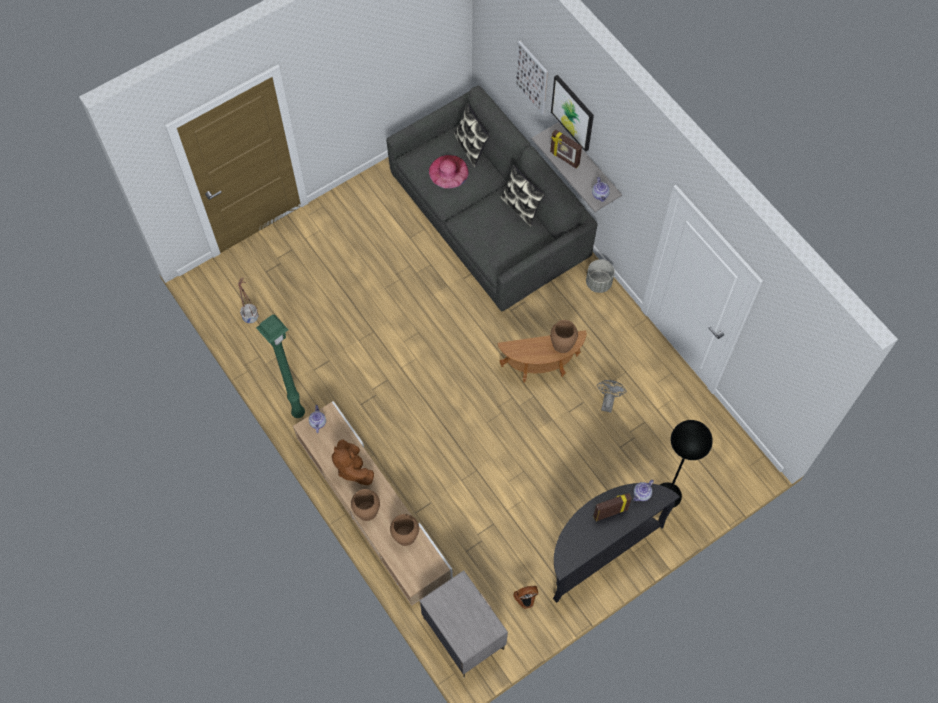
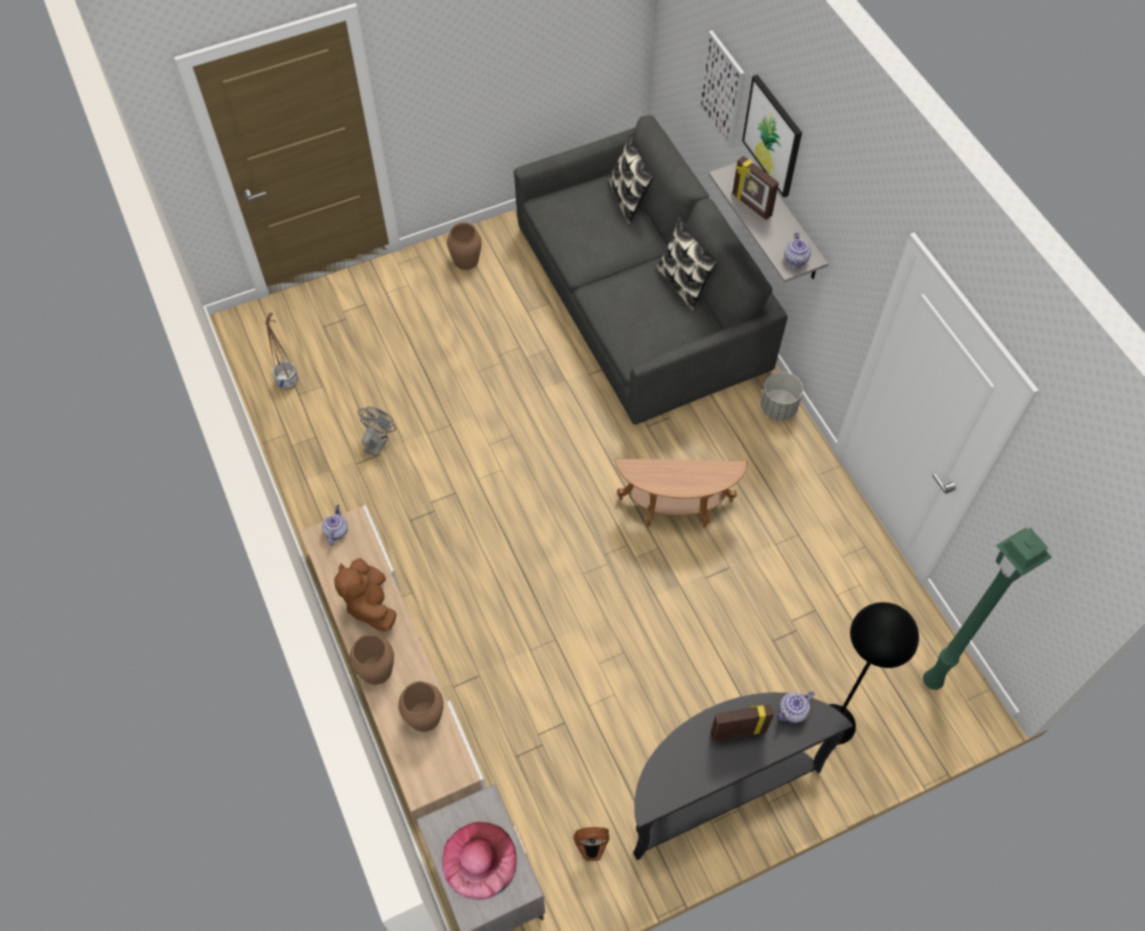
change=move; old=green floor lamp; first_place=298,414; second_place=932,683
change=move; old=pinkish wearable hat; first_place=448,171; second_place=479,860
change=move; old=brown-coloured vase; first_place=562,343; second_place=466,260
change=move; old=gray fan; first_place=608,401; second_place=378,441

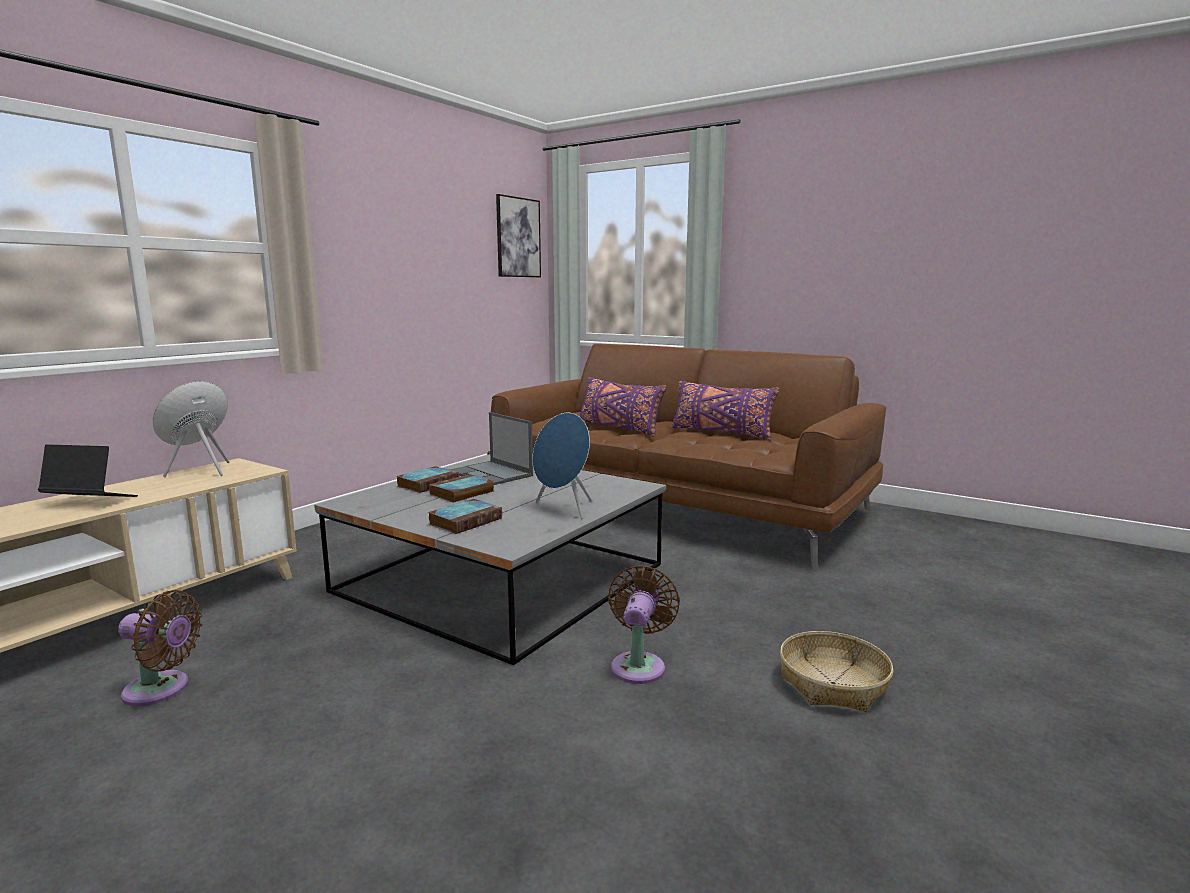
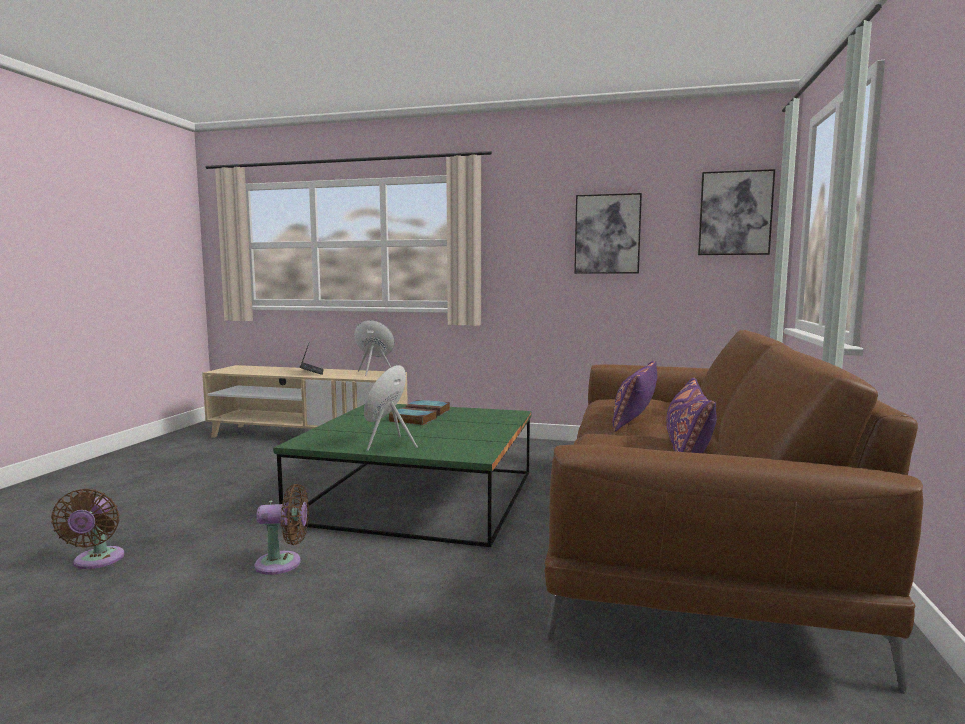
change=delete; old=bound book; first_place=466,521
change=delete; old=portable computer; first_place=491,474
change=delete; old=storage basket; first_place=833,683
change=insert; new=wall art; second_place=607,234
change=move; old=brown-coloured fan; first_place=161,690; second_place=96,561
change=recolor; old=gray low table; new=green low table; first_place=501,577; second_place=418,496

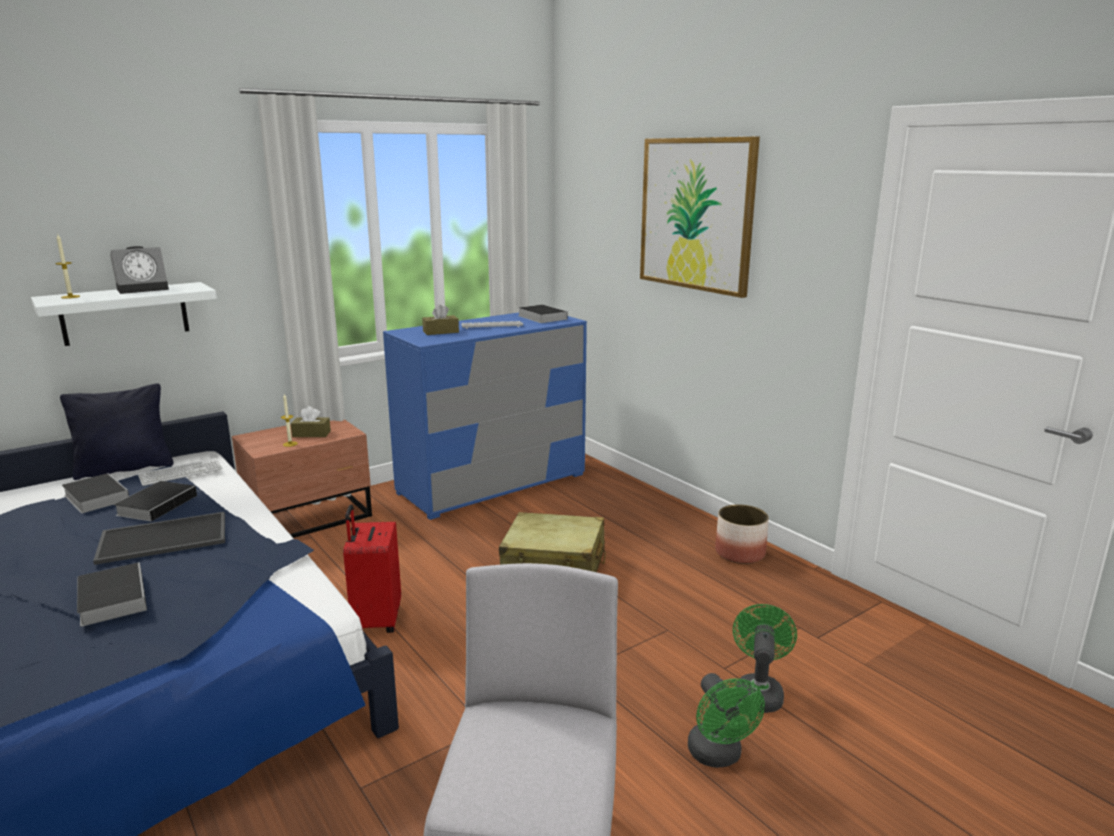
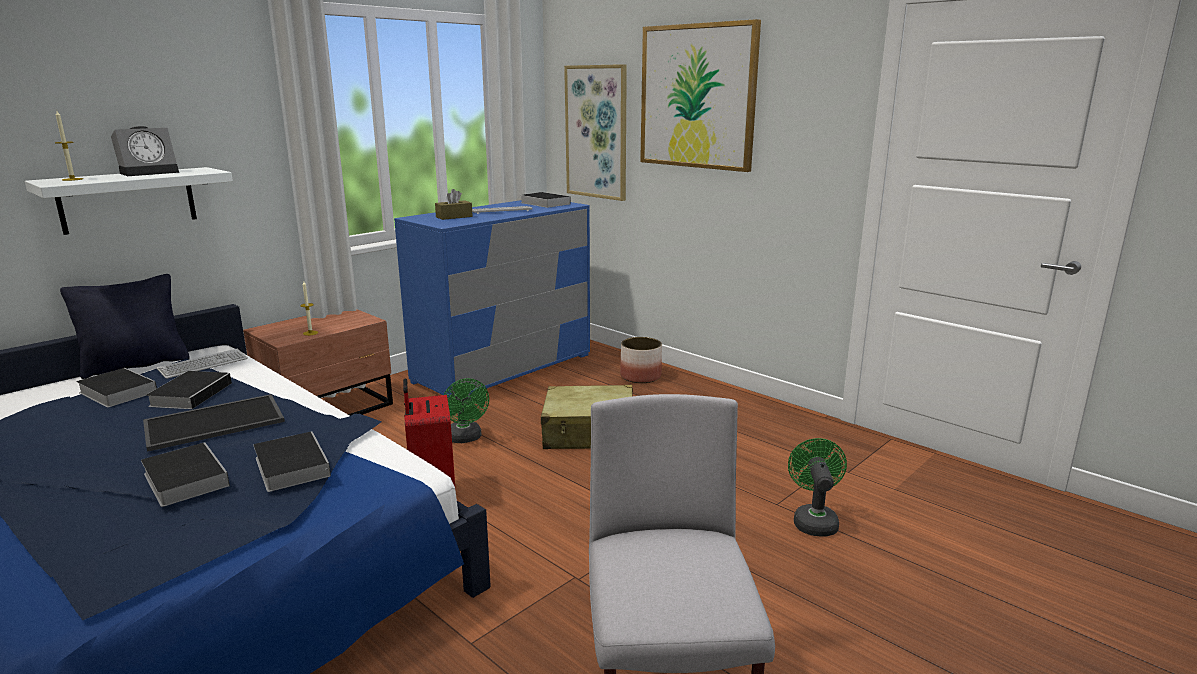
change=delete; old=brown-coloured tissue box; first_place=311,434
change=insert; new=bound book; second_place=291,465
change=insert; new=wall art; second_place=597,132
change=move; old=green fan; first_place=718,756; second_place=466,438
change=move; old=flower pot; first_place=739,553; second_place=640,376

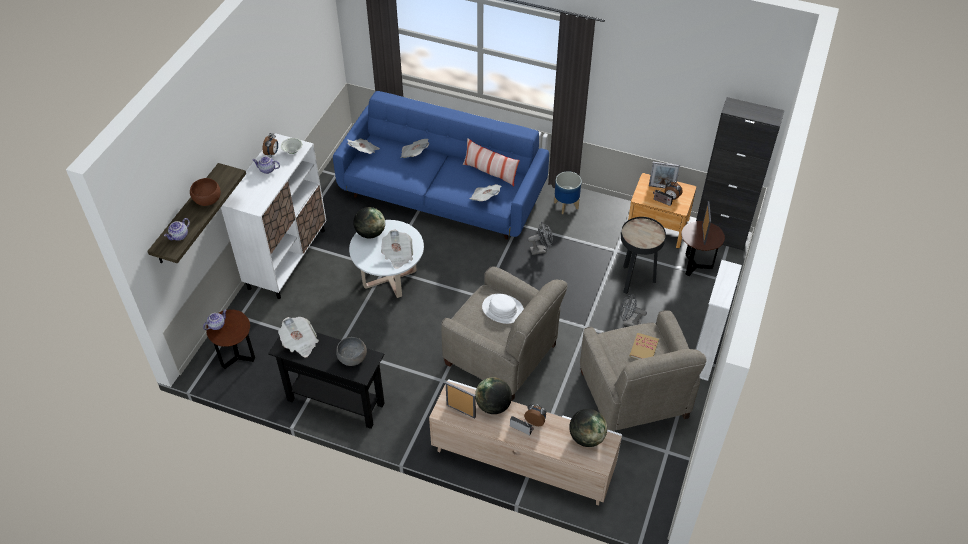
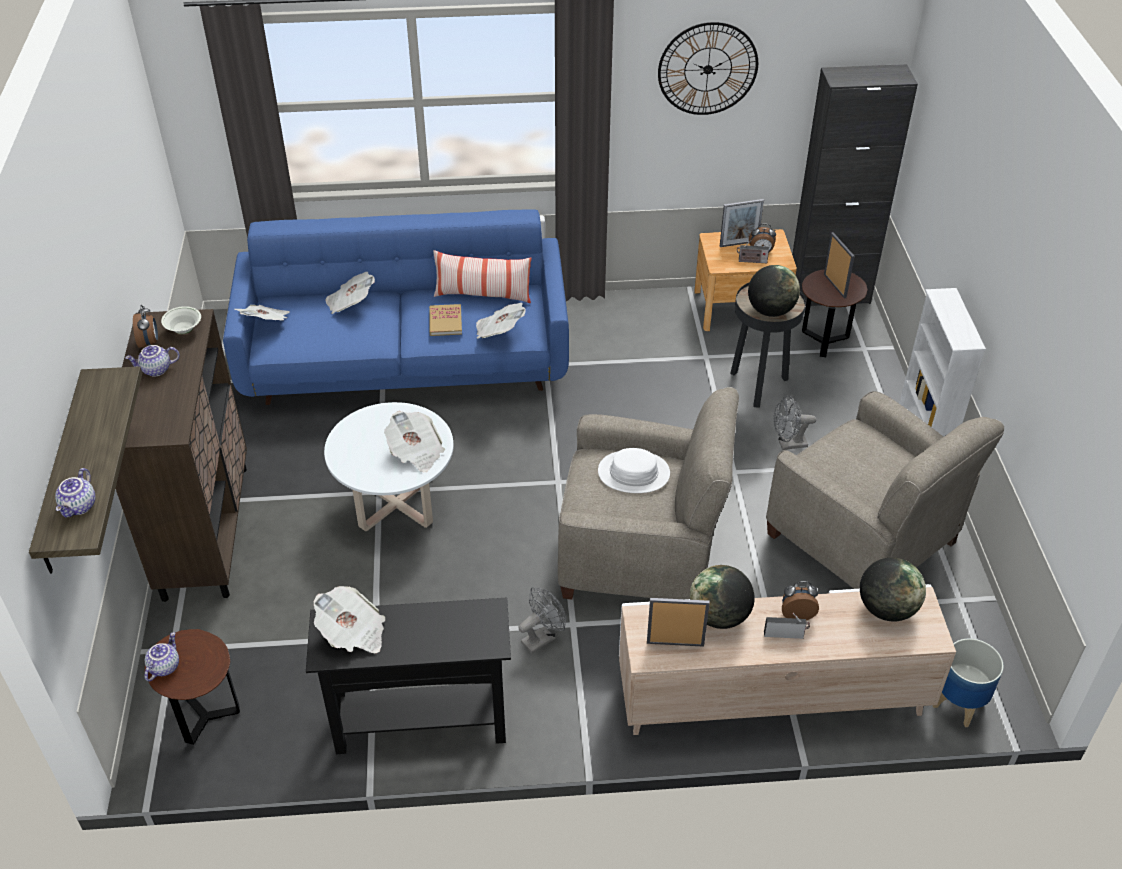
change=delete; old=brown-coloured deep dish; first_place=207,199
change=delete; old=gray deep dish; first_place=352,358
change=insert; new=hanging clock; second_place=708,69
change=move; old=globe; first_place=370,233; second_place=770,311
change=move; old=gray fan; first_place=541,250; second_place=542,637
change=move; old=flower pot; first_place=566,205; second_place=958,703
change=move; old=bound book; first_place=644,348; second_place=445,322
change=recolor; old=whitish cabinet; new=brown-coloured cabinet; first_place=287,258; second_place=206,531

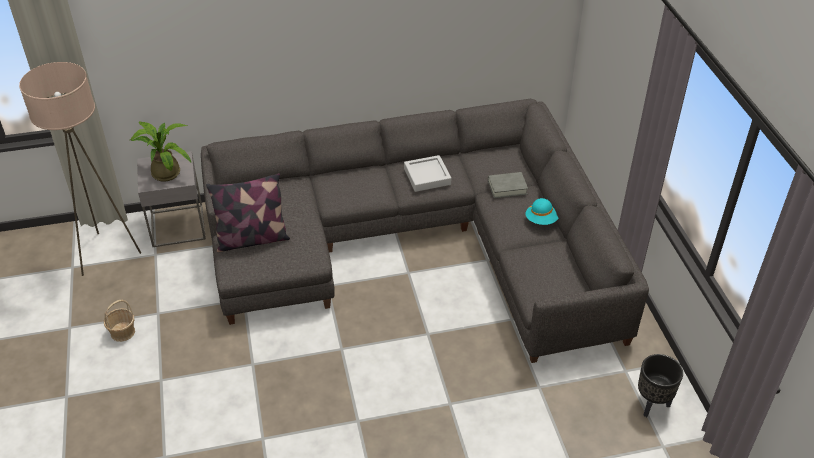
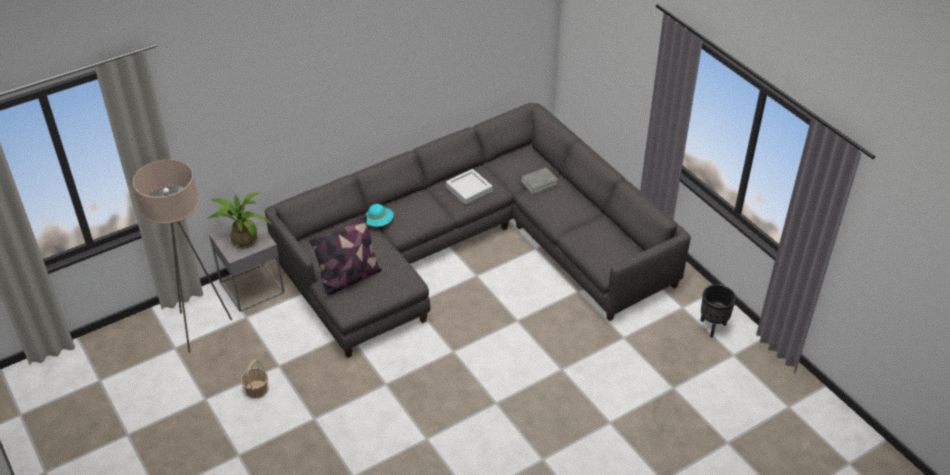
change=move; old=blue-green wearable hat; first_place=542,220; second_place=379,222

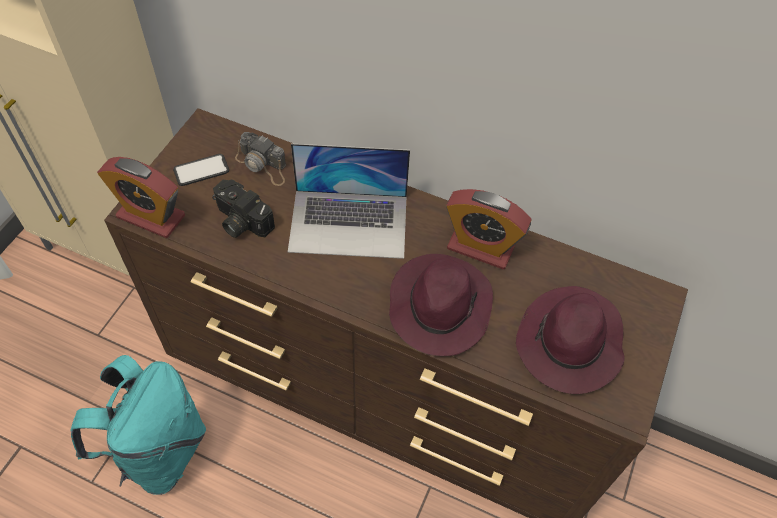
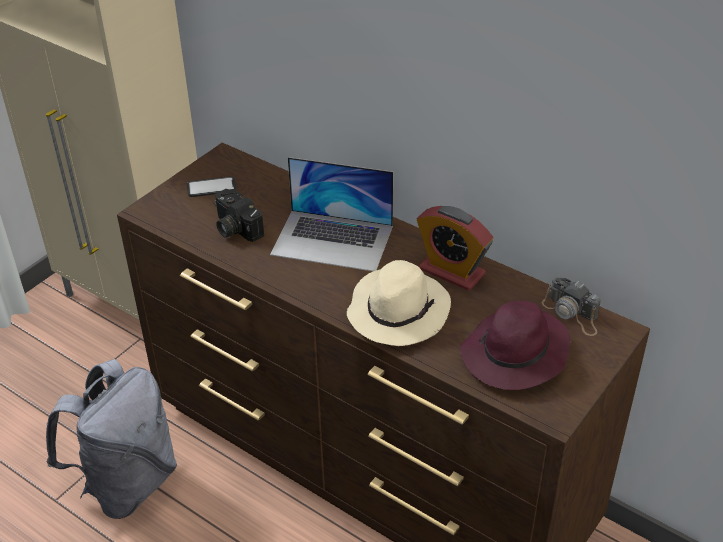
change=delete; old=alarm clock; first_place=151,216
change=move; old=still camera; first_place=263,165; second_place=572,314
change=recolor; old=blue-green backpack; new=gray backpack; first_place=159,451; second_place=127,483
change=recolor; old=purple wearable hat; new=sand-coloured wearable hat; first_place=439,306; second_place=398,311

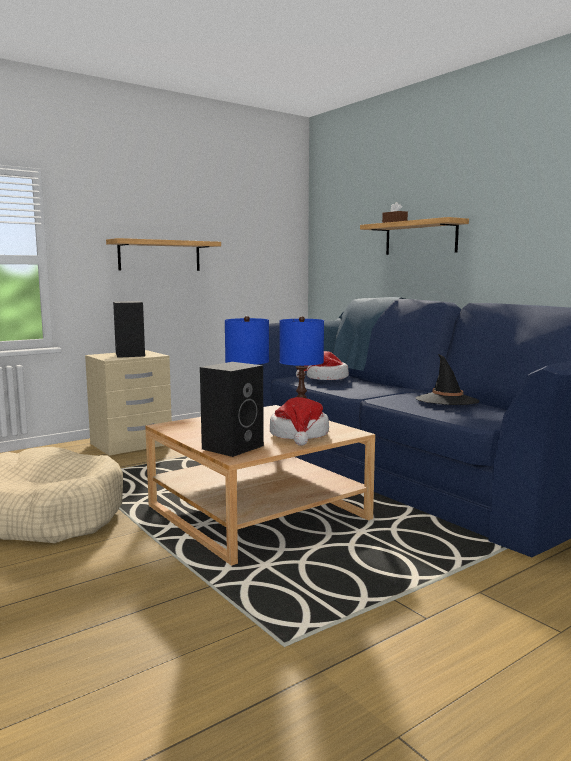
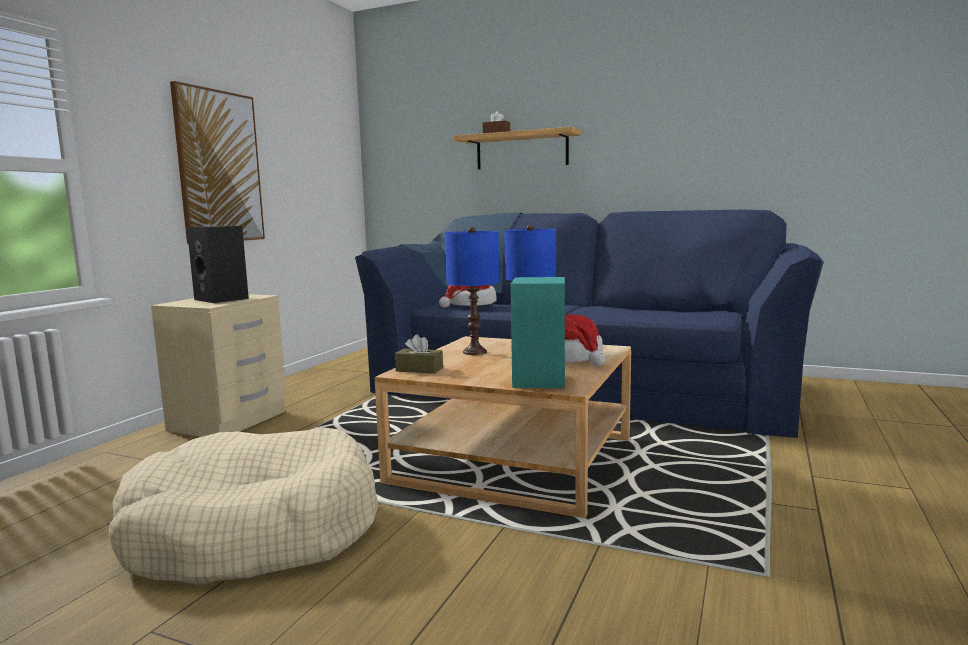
change=delete; old=black-coloured wearable hat; first_place=447,400
change=insert; new=brown-coloured tissue box; second_place=419,369
change=replace; old=wall shelf; new=wall art; first_place=159,255; second_place=219,167
change=recolor; old=black-coloured loudspeaker; new=blue-green loudspeaker; first_place=233,447; second_place=538,379

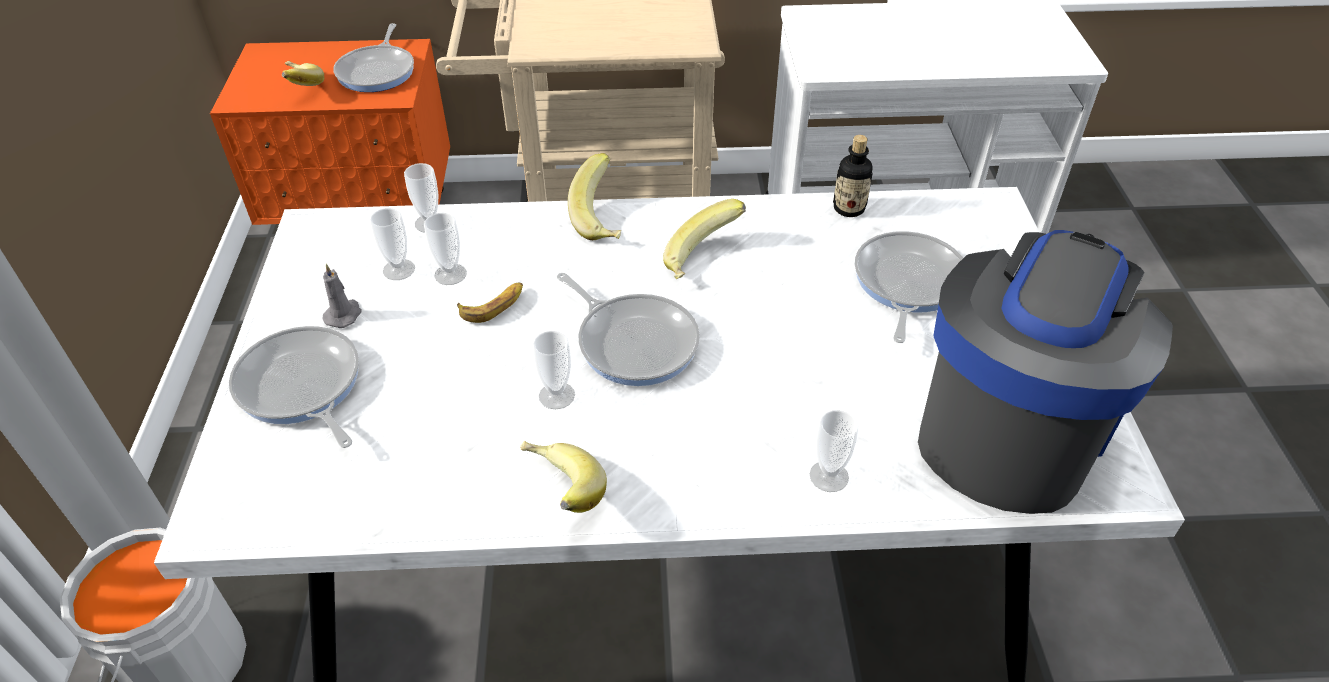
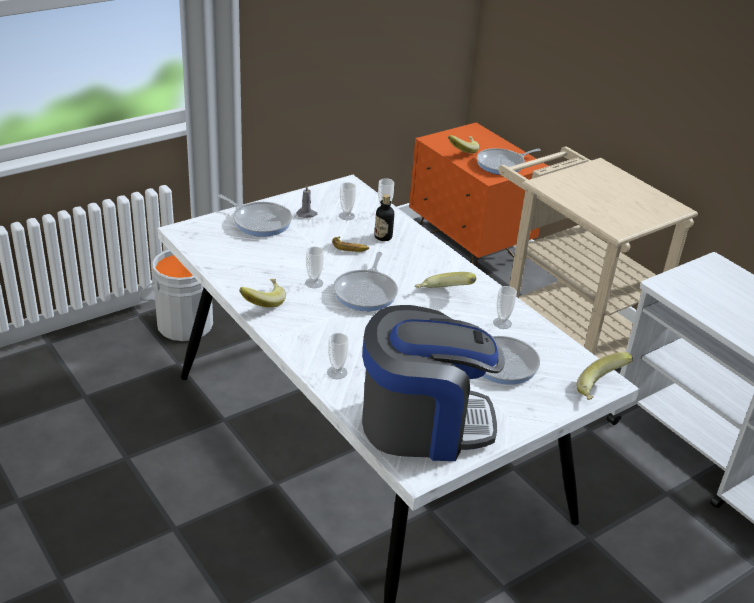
change=move; old=cup; first_place=450,274; second_place=502,323
change=move; old=whole banana; first_place=604,220; second_place=601,390
change=move; old=beverage bottle; first_place=849,208; second_place=383,237
change=rotate; old=pan; first_place=301,387; second_place=259,221; degrees=105

